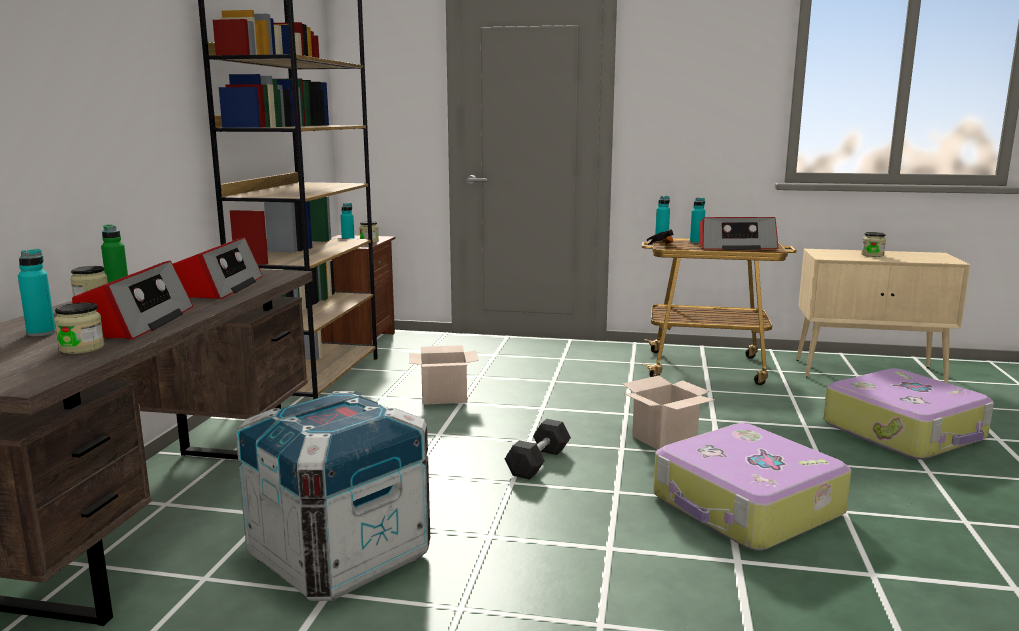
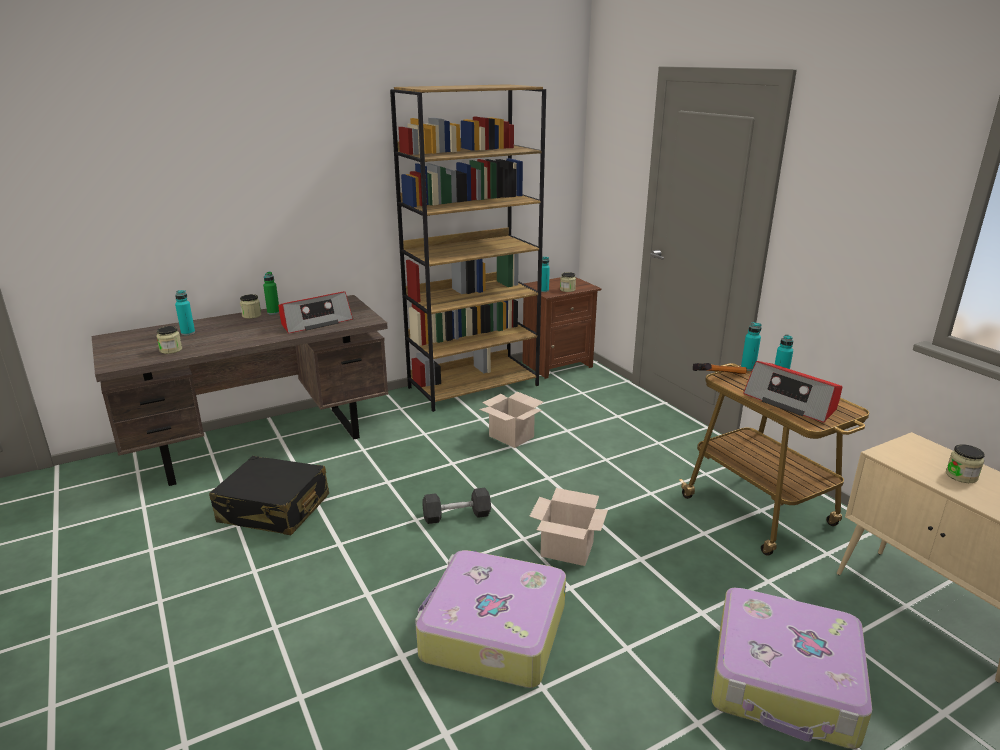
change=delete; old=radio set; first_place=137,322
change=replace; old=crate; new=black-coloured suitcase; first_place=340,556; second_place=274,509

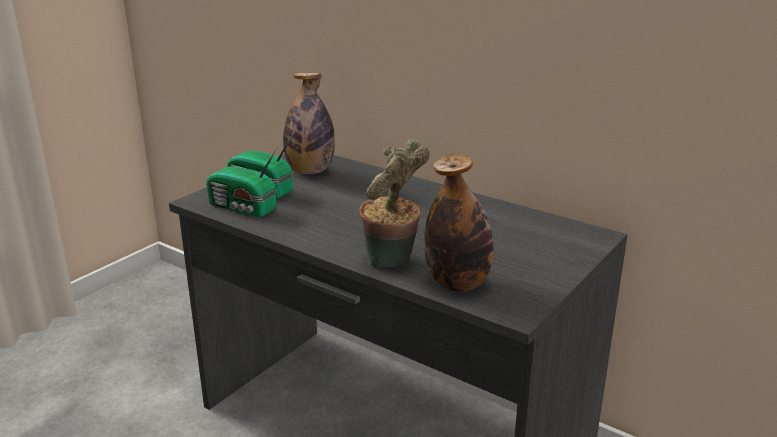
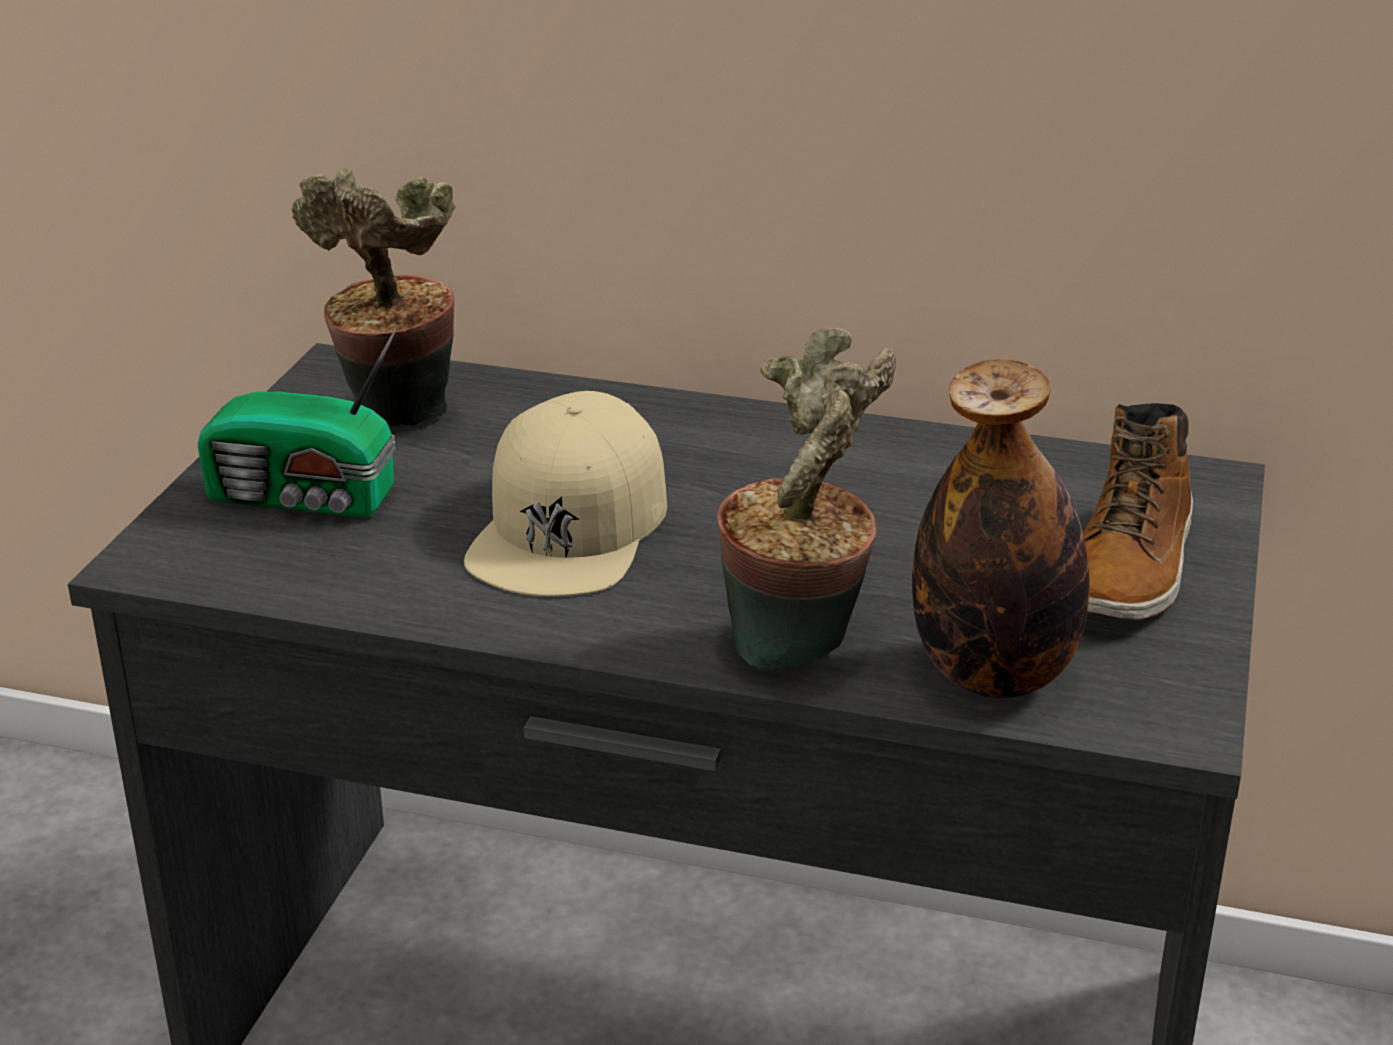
change=delete; old=radio set; first_place=243,208
change=insert; new=sand-coloured peaked cap; second_place=570,526
change=insert; new=tall boot; second_place=1131,567
change=replace; old=beverage bottle; new=plant in a pot; first_place=310,171; second_place=395,417

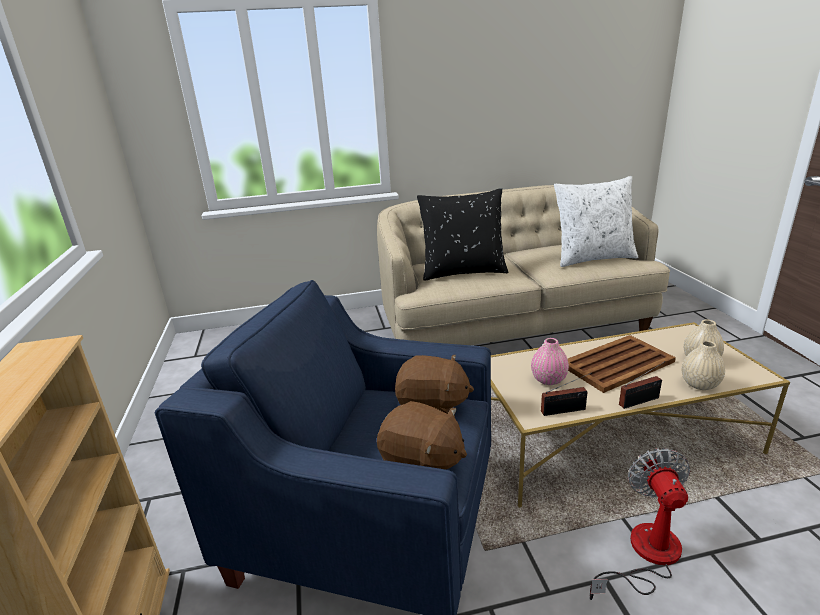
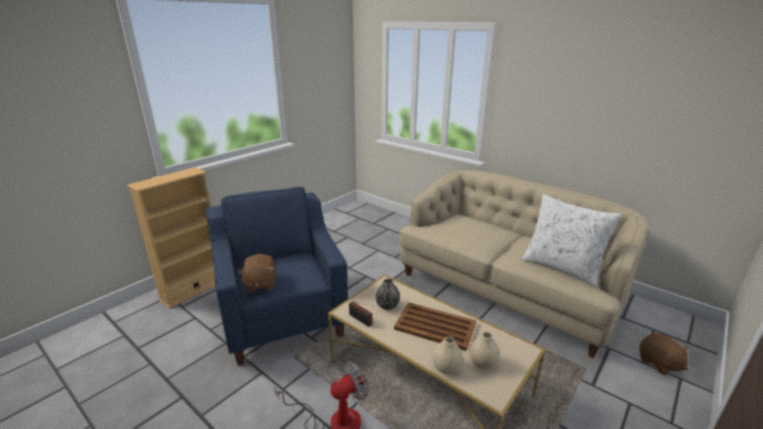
change=delete; old=black-coloured cushion; first_place=463,272
change=delete; old=radio set; first_place=641,401
change=move; old=brown-coloured plush toy; first_place=432,406; second_place=659,363
change=recolor; old=pinkish vase; new=black-coloured vase; first_place=548,380; second_place=387,305

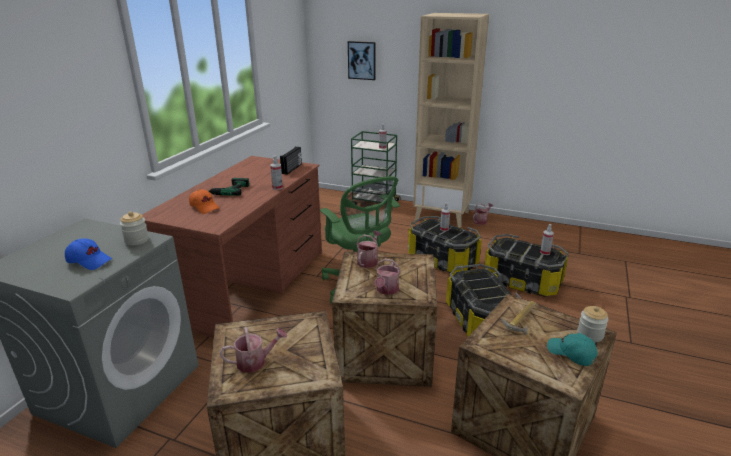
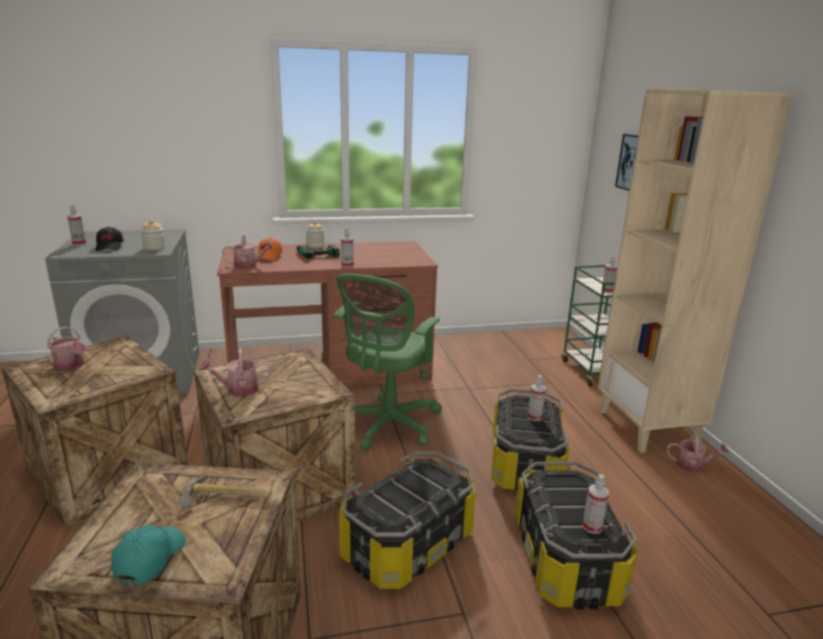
change=delete; old=radio set; first_place=292,169
change=insert; new=hand sprayer; second_place=79,244
change=move; old=watering pot; first_place=368,260; second_place=249,265
change=move; old=jar; first_place=590,335; second_place=315,246
change=recolor; old=blue peaked cap; new=black-coloured peaked cap; first_place=89,261; second_place=110,247

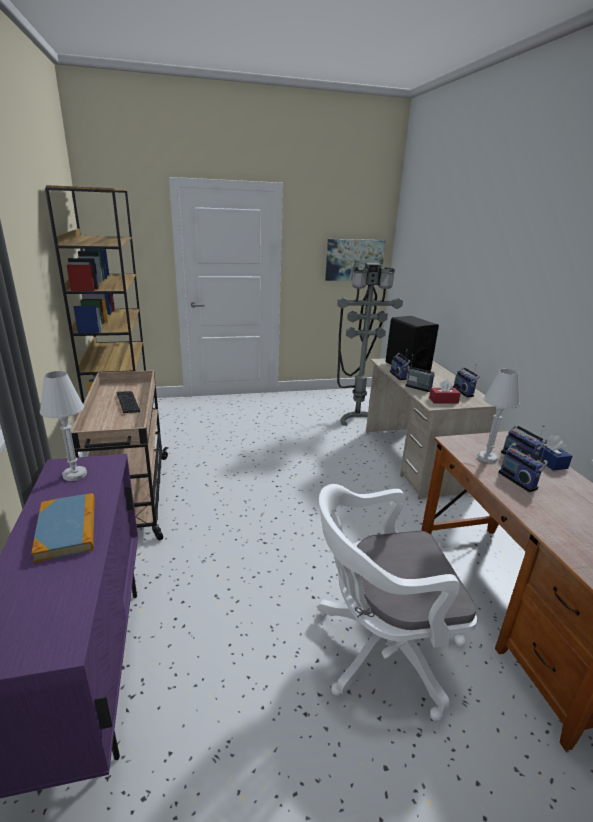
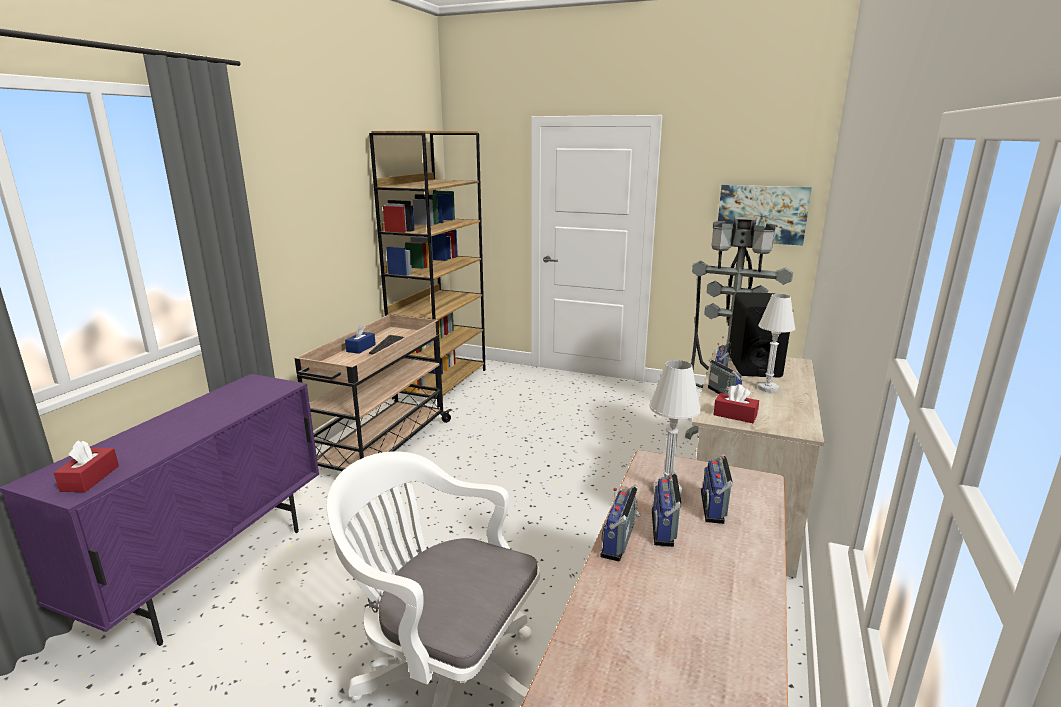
change=delete; old=bound book; first_place=67,529
change=insert; new=red tissue box; second_place=90,478
change=move; old=whitish table lamp; first_place=75,474; second_place=767,388
change=move; old=radio set; first_place=464,392; second_place=620,542
change=move; old=blue tissue box; first_place=548,461; second_place=361,348

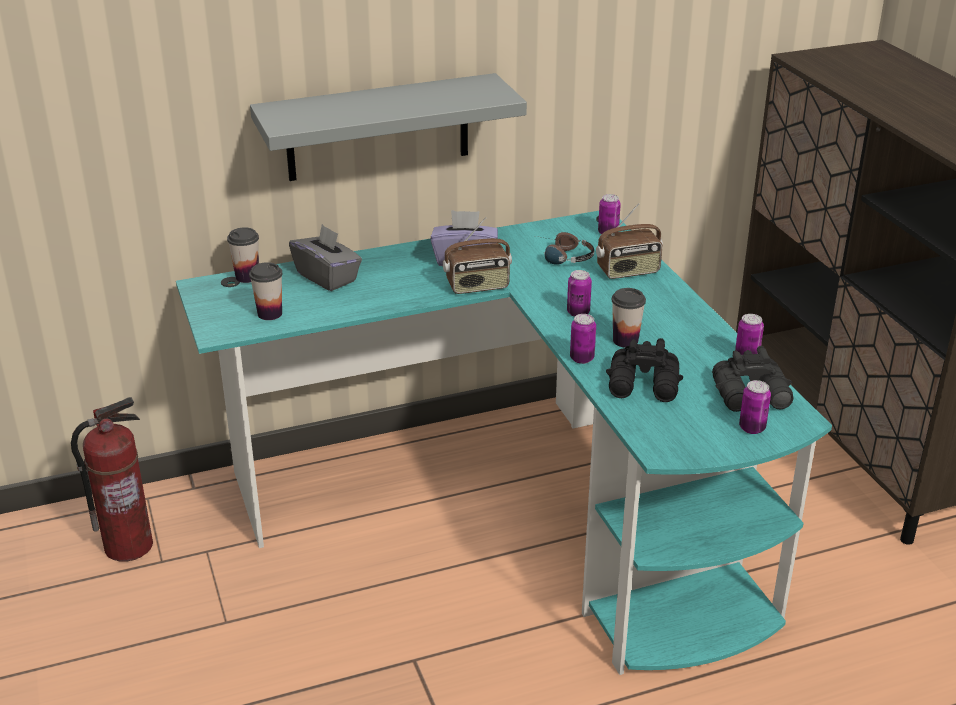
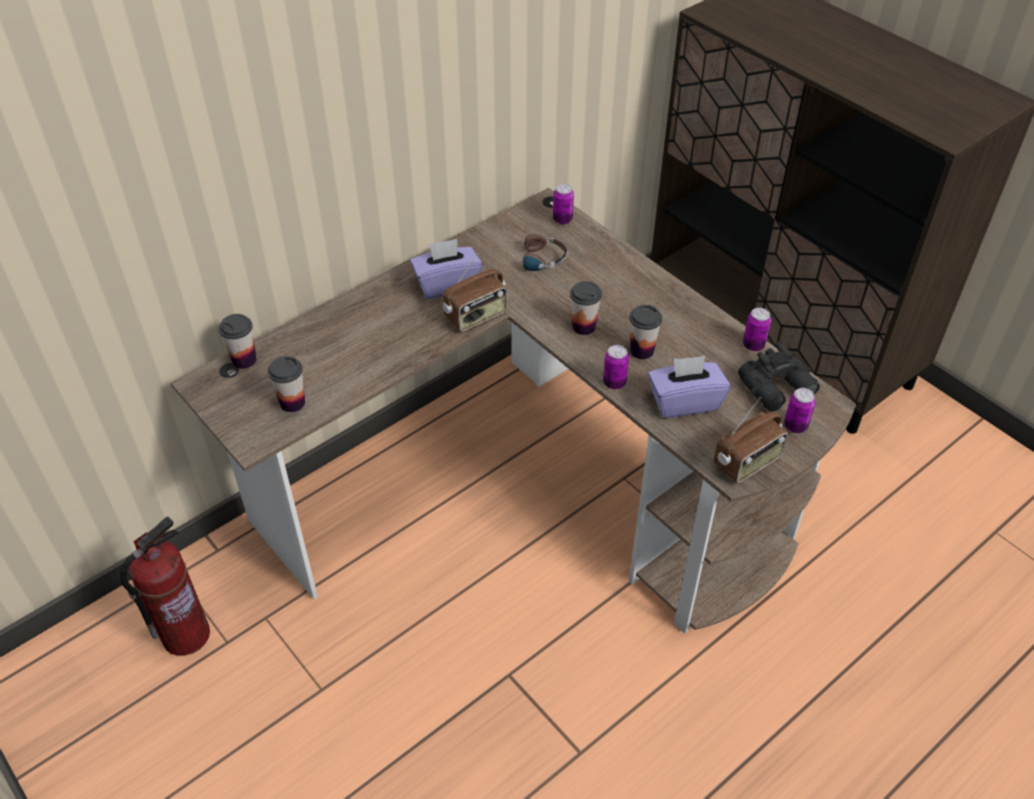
change=delete; old=gray wall shelf; first_place=378,128
change=delete; old=gray tissue box; first_place=327,277
change=move; old=radio set; first_place=628,271; second_place=747,462
change=replace; old=can; new=cup; first_place=578,313; second_place=584,327
change=replace; old=black-coloured binoculars; new=purple tissue box; first_place=645,386; second_place=684,401
change=recolor; old=blue-green desk table; new=brown-coloured desk table; first_place=520,508; second_place=530,487

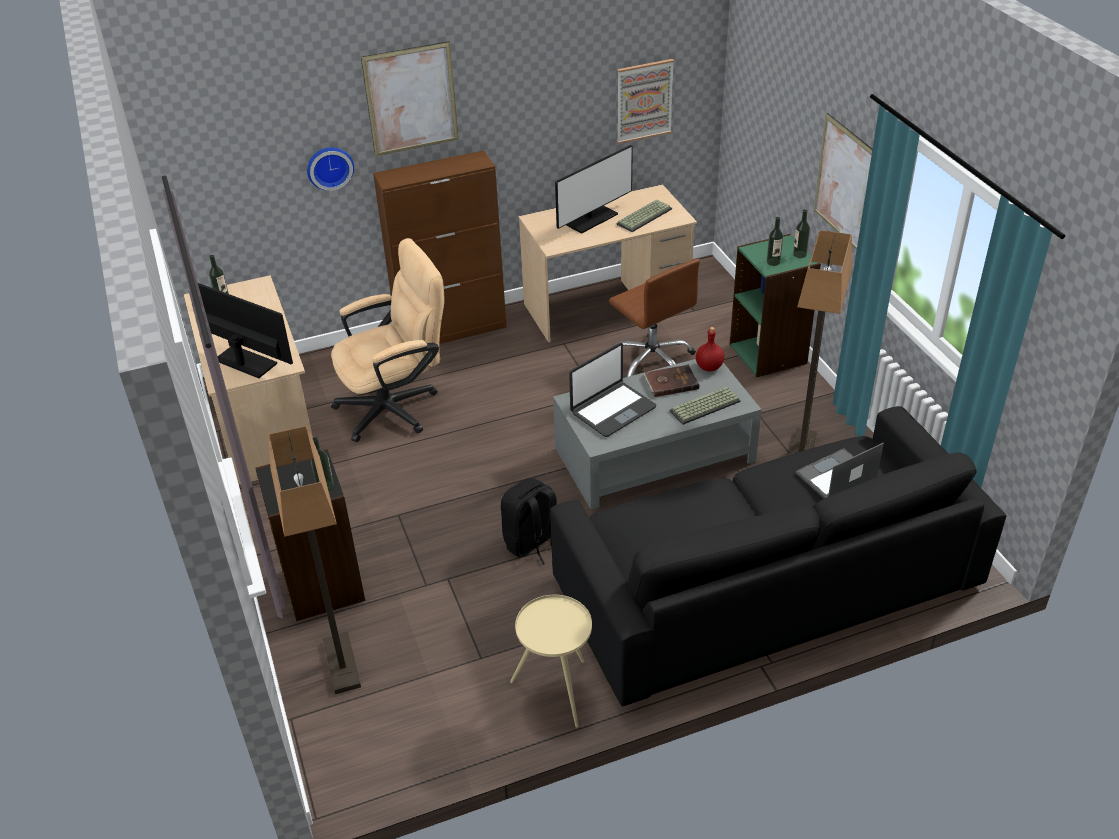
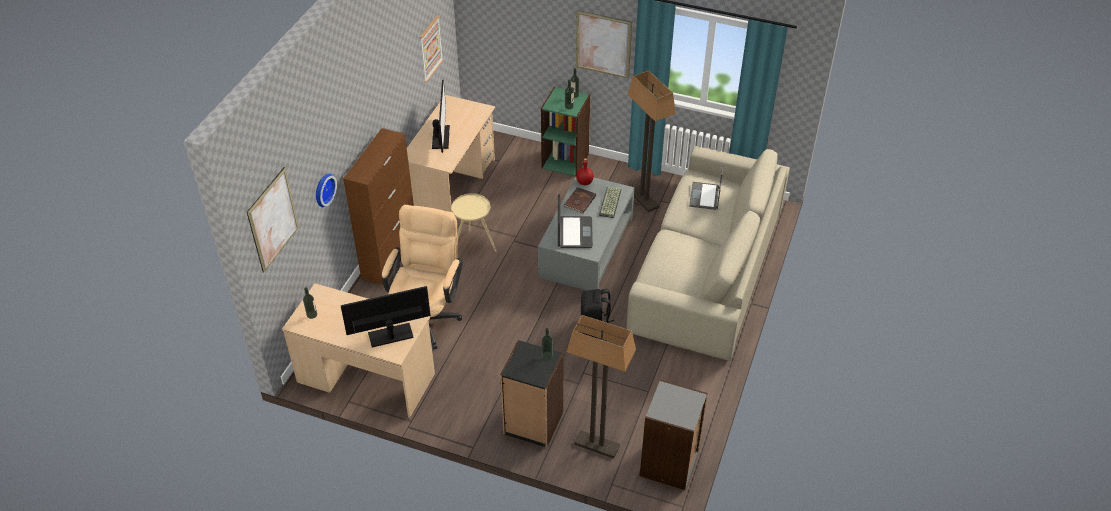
change=delete; old=brown-coloured desk chair; first_place=652,362
change=delete; old=keyboard; first_place=644,216
change=insert; new=gray bookshelf; second_place=669,464
change=move; old=wall art; first_place=411,99; second_place=273,219
change=move; old=sand-coloured side table; first_place=556,693; second_place=473,247
change=recolor; old=black-coloured sofa; new=sand-coloured sofa; first_place=765,580; second_place=706,268

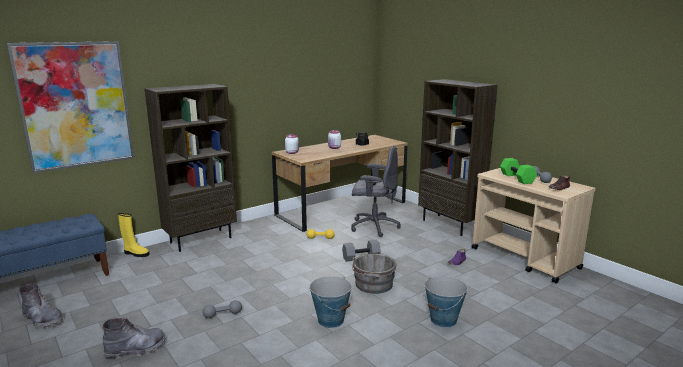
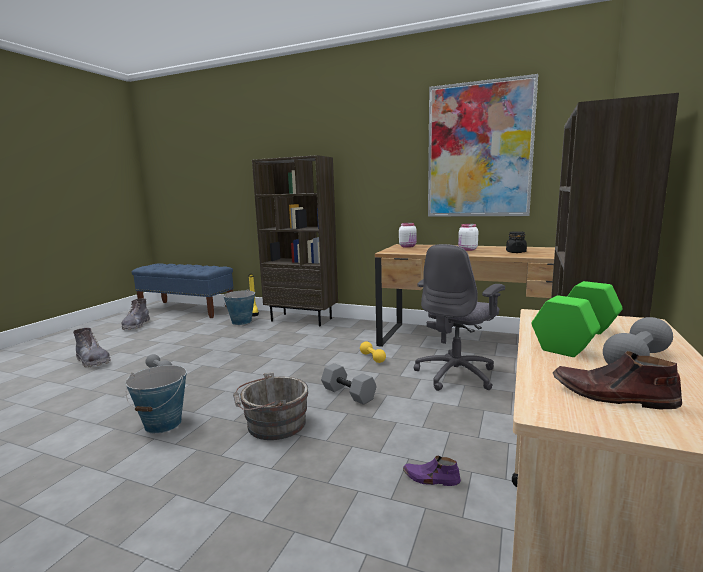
change=move; old=wall art; first_place=75,105; second_place=479,151
change=move; old=bucket; first_place=443,320; second_place=241,322
change=rotate; old=gray desk chair; first_place=373,226; second_place=456,374; degrees=60

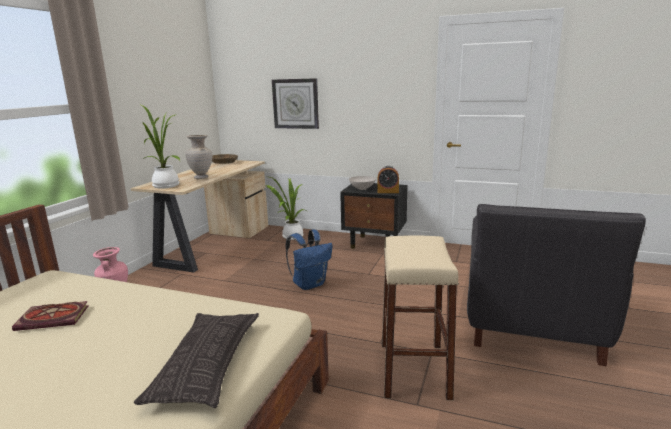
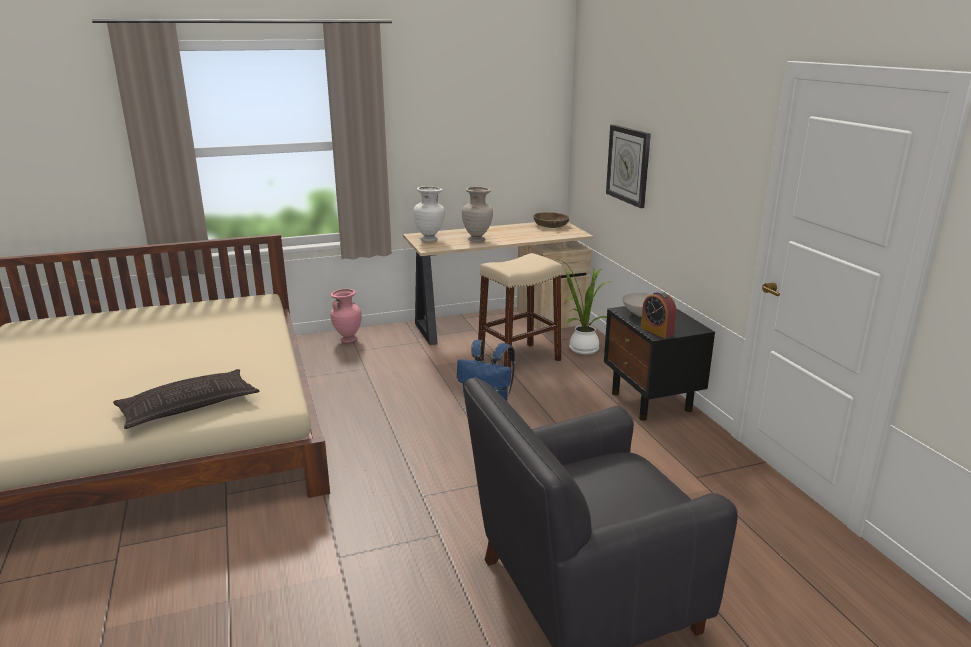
change=delete; old=bound book; first_place=55,317
change=move; old=sand-coloured stool; first_place=414,370; second_place=519,360
change=replace; old=plant in a pot; new=whitish vase; first_place=165,185; second_place=430,239

